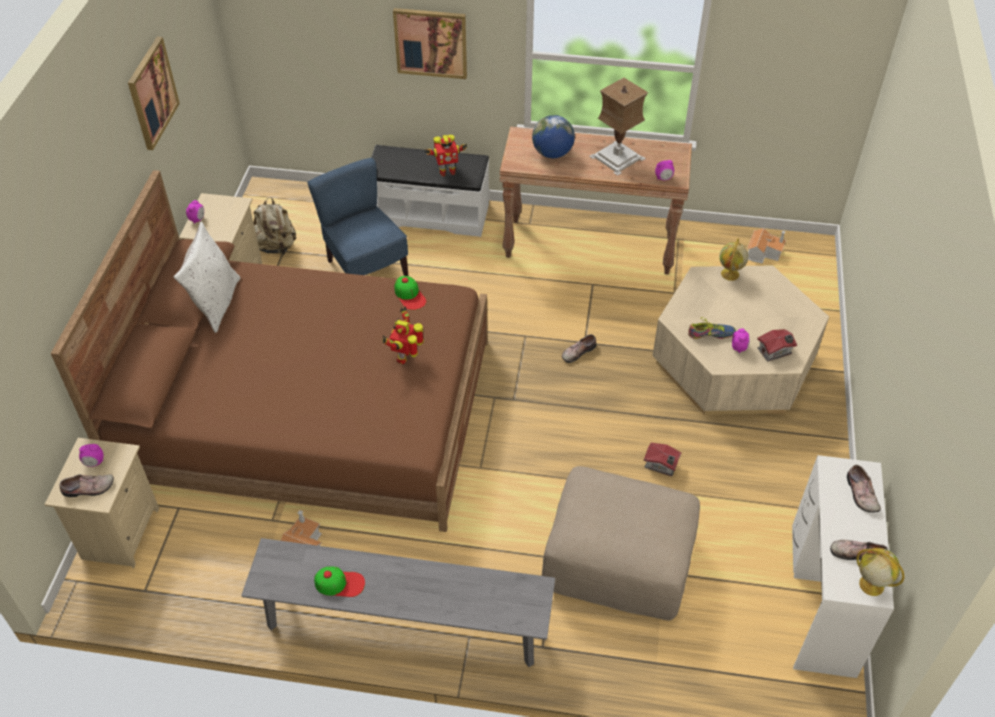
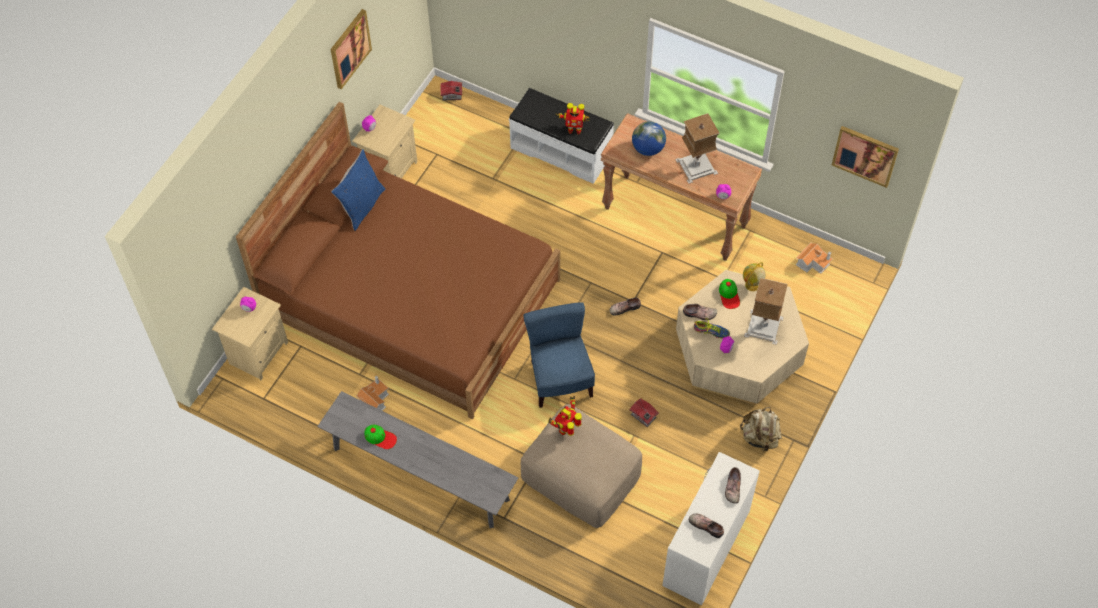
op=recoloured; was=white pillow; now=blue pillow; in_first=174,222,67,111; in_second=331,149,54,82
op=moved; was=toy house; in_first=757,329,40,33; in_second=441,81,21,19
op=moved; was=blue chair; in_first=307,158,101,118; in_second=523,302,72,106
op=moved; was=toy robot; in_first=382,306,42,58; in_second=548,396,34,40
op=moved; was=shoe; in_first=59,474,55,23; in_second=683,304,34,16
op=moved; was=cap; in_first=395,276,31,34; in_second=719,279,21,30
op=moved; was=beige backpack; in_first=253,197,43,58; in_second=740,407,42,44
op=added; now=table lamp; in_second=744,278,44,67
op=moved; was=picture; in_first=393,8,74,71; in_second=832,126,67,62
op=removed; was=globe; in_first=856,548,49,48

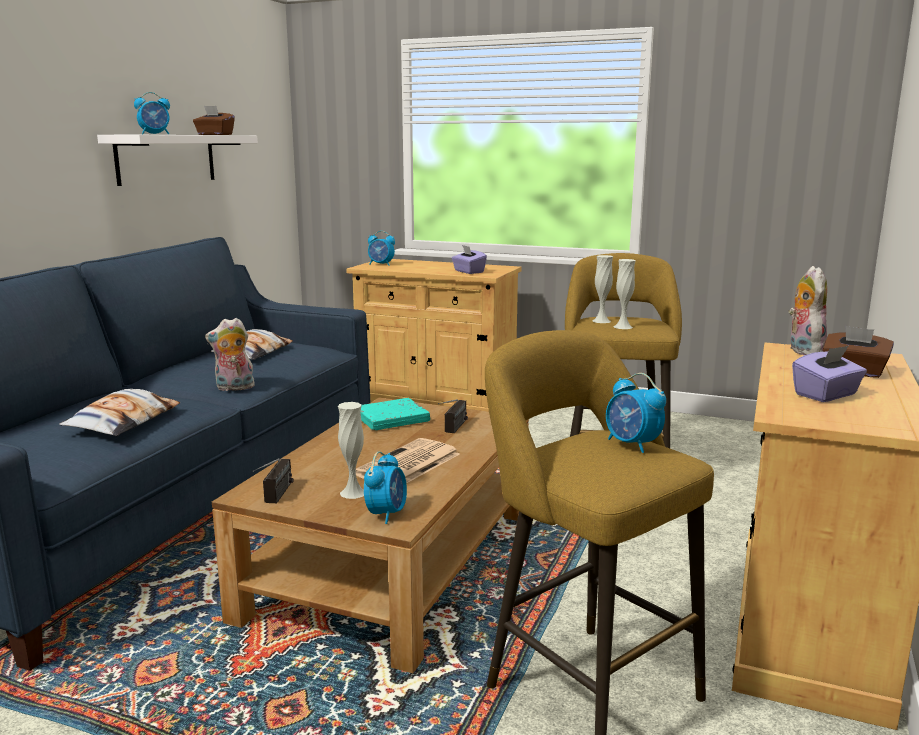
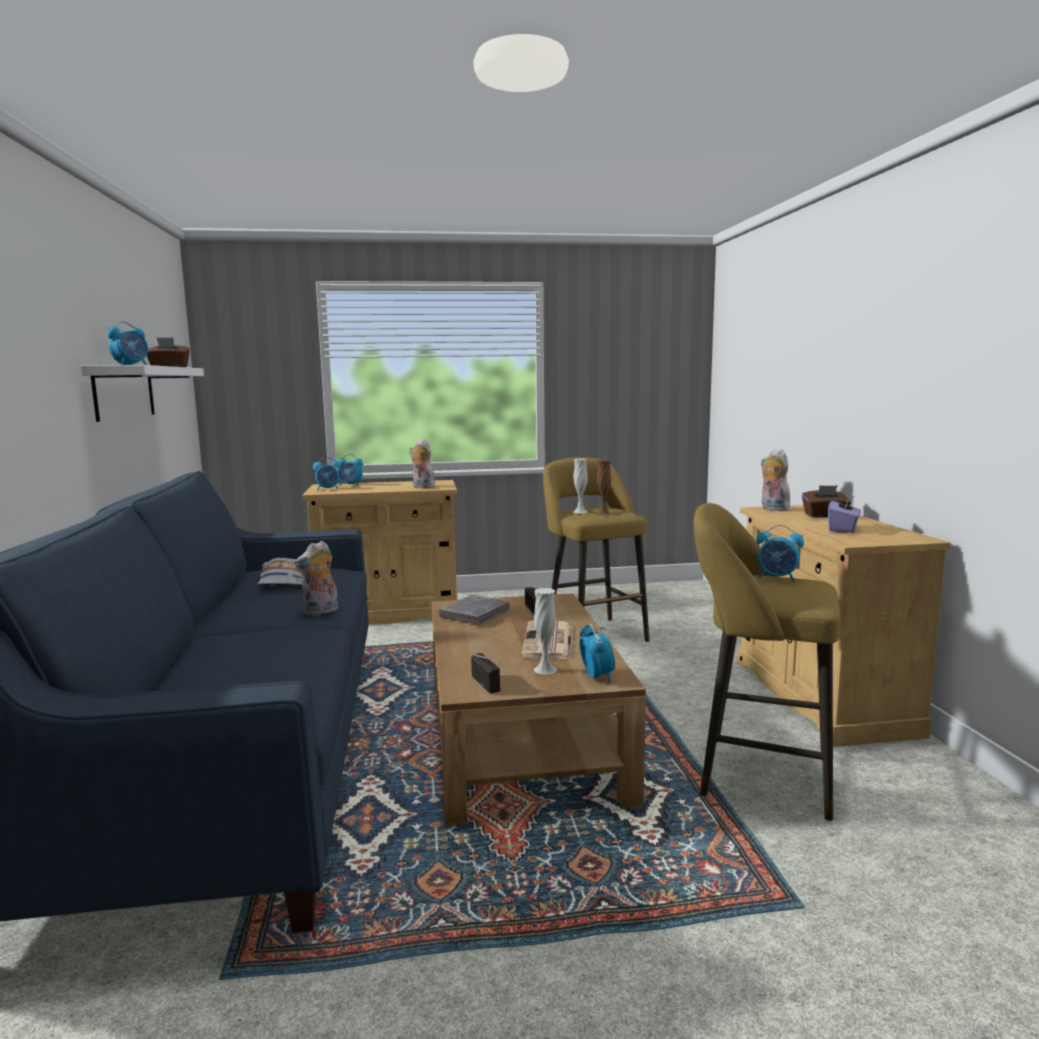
op=added; now=alarm clock; in_second=338,454,25,32
op=replaced; was=purple tissue box; now=plush toy; in_first=452,245,35,29; in_second=409,439,26,49
op=recoloured; was=turquoise book; now=grey book; in_first=361,398,69,32; in_second=439,595,71,29
op=recoloured; was=white vase; now=brown vase; in_first=613,259,23,70; in_second=596,460,15,55
op=removed; was=pillow; in_first=59,389,121,47

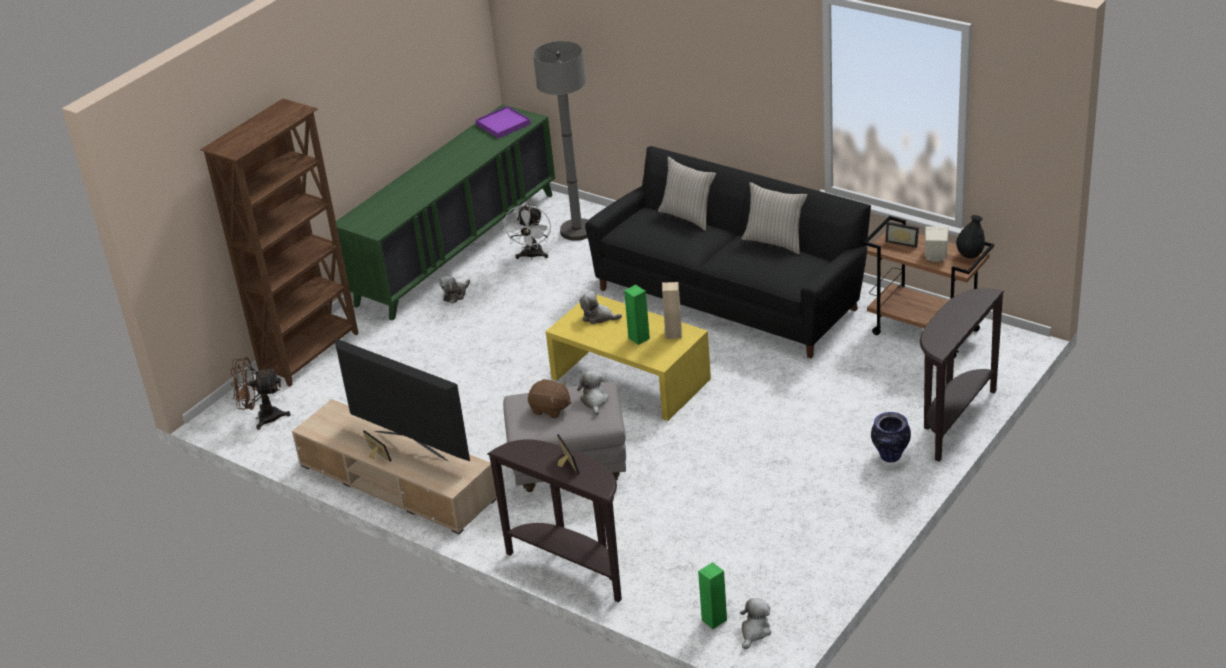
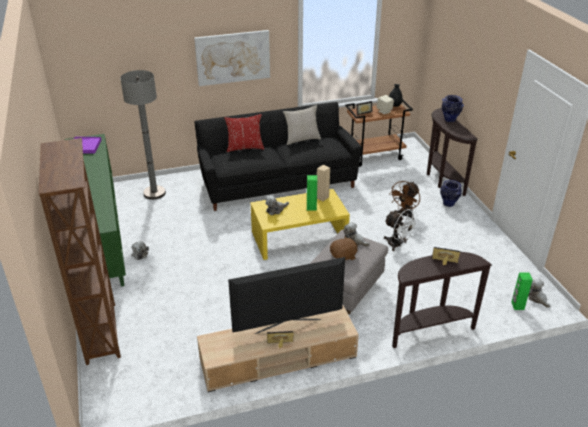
op=added; now=picture; in_second=194,30,76,56
op=recoloured; was=beige pillow; now=red pillow; in_first=658,156,58,75; in_second=224,114,40,38
op=moved; was=white fan; in_first=503,203,48,57; in_second=384,209,35,42
op=moved; was=brown fan; in_first=231,357,60,73; in_second=391,181,29,38
op=added; now=vase; in_second=442,95,22,27

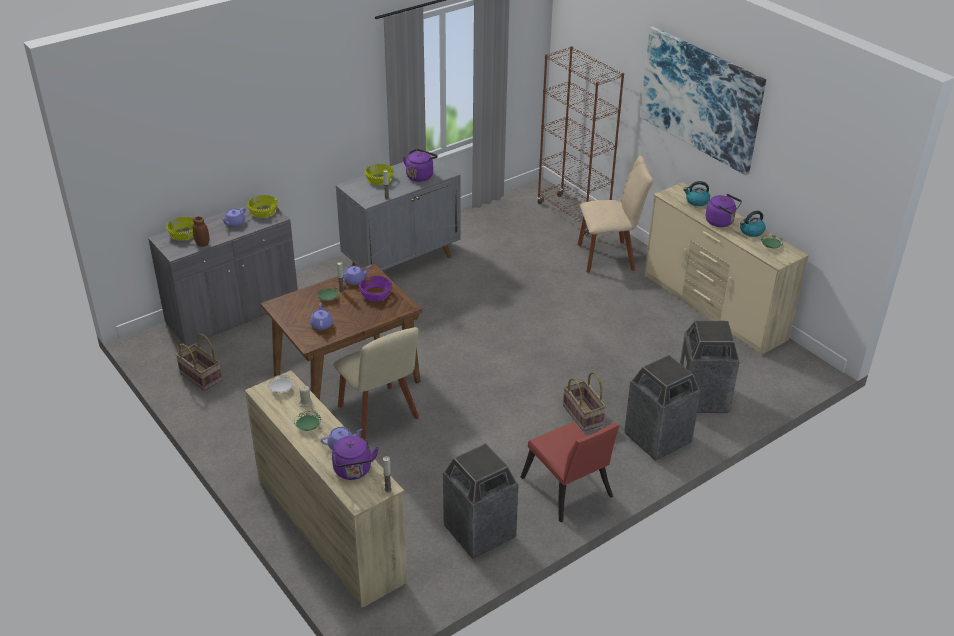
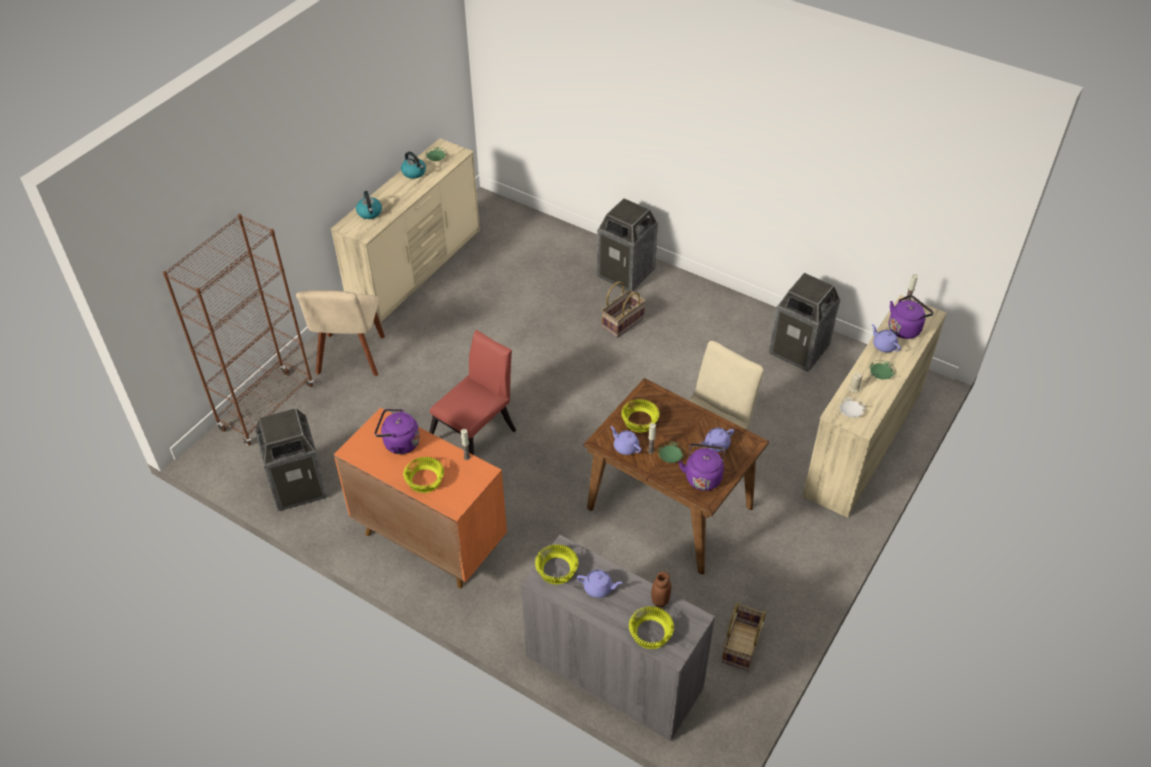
op=moved; was=trash can; in_first=680,321,60,92; in_second=254,408,74,103
op=turned; was=beige chair; in_first=578,156,75,117; in_second=296,290,89,86; clockwise=-150
op=recoloured; was=grey cabinet; now=orange cabinet; in_first=336,155,125,116; in_second=334,408,173,181
op=moved; was=red chair; in_first=521,422,99,100; in_second=429,330,87,125
op=recoloured; was=purple bowl; now=yellow bowl; in_first=359,276,33,25; in_second=621,399,39,33
op=moved; was=purple kettle; in_first=706,194,36,33; in_second=678,443,47,48
op=removed; was=picture; in_first=640,26,126,149

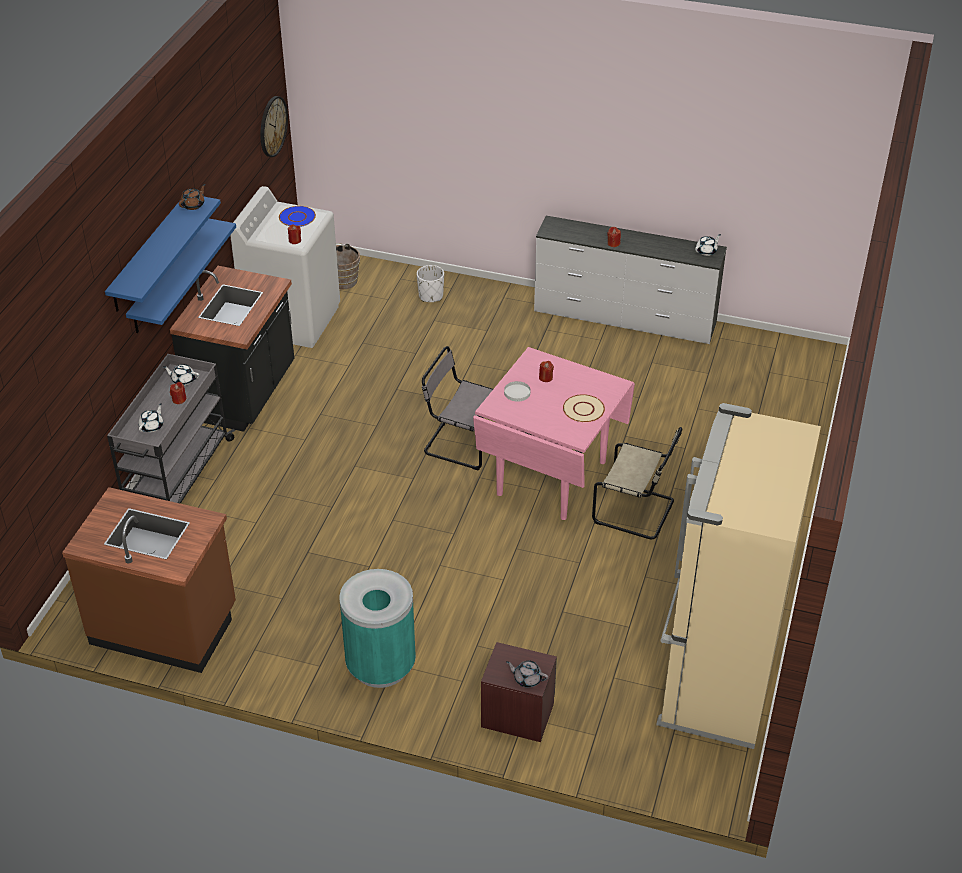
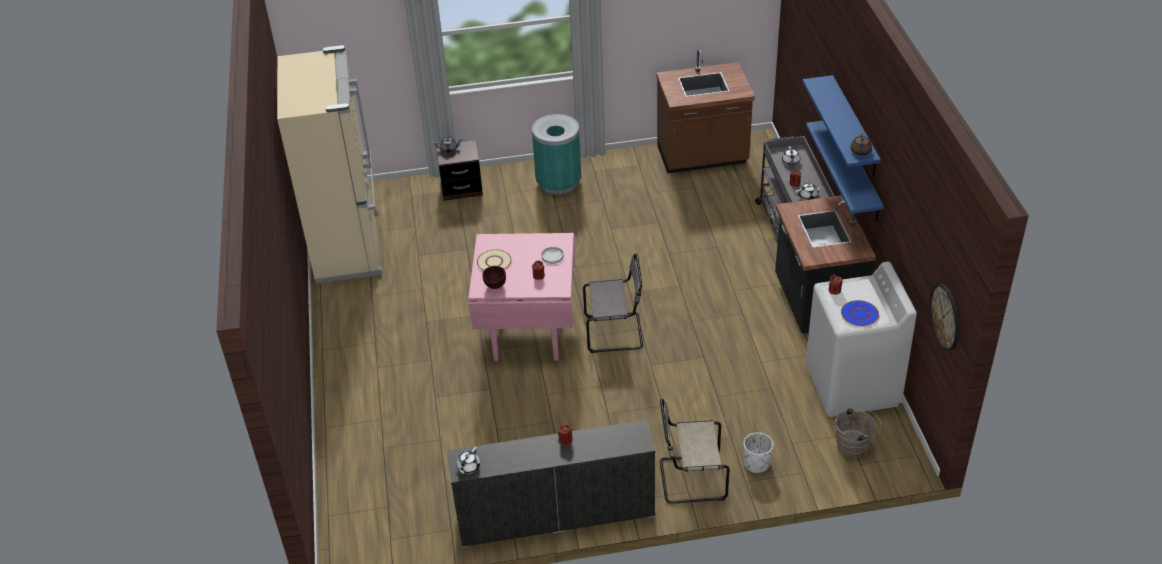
op=added; now=brown bowl; in_second=483,266,23,23
op=moved; was=beige chair; in_first=592,427,90,112; in_second=660,399,70,105

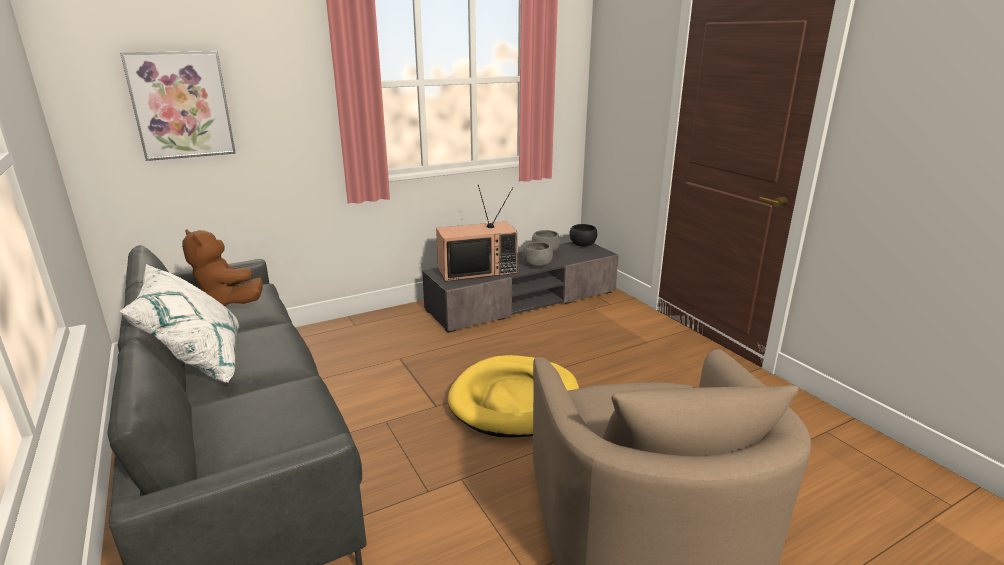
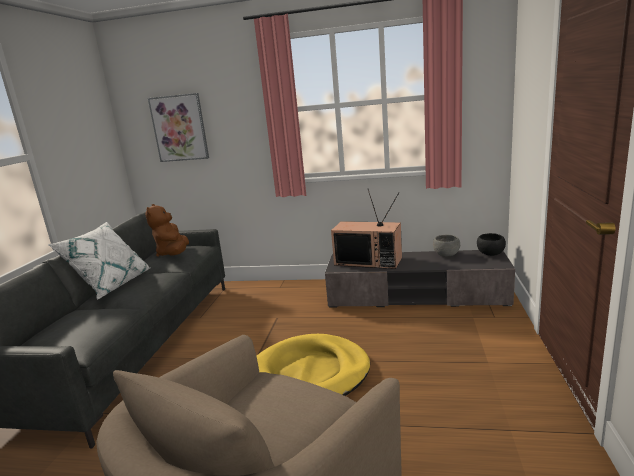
op=removed; was=grey bowl; in_first=522,242,31,25

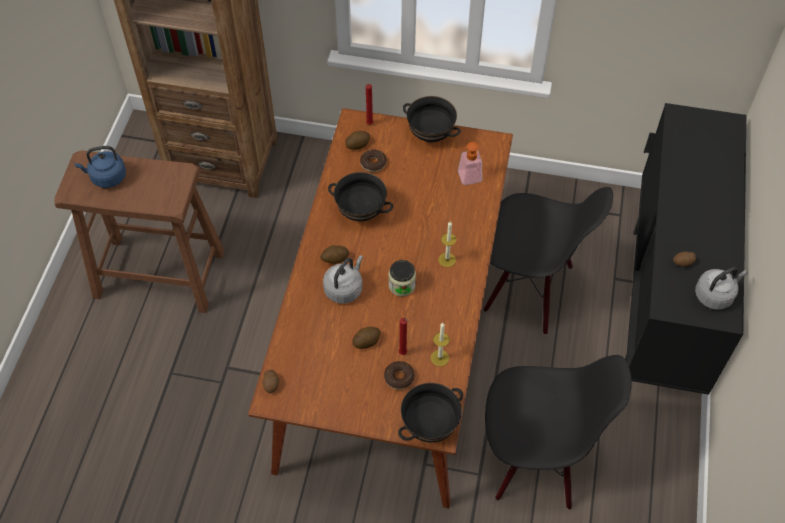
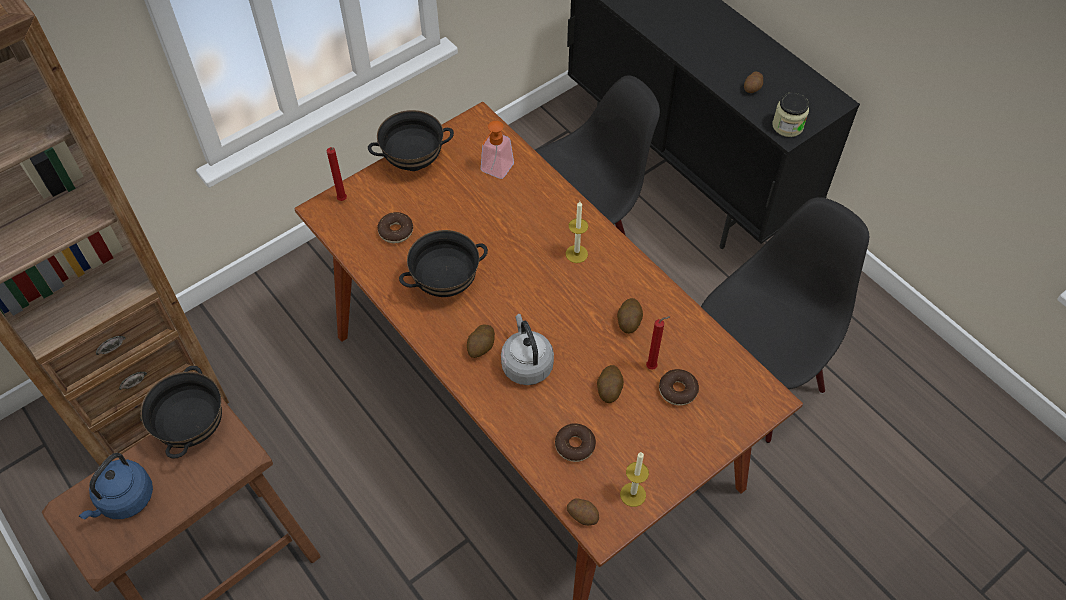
op=moved; was=black bowl; in_first=398,383,65,60; in_second=141,366,81,93
op=added; now=donut; in_second=555,423,41,39
op=moved; was=potato; in_first=345,131,25,19; in_second=617,298,26,36
op=moved; was=candle; in_first=431,323,19,43; in_second=620,452,29,55
op=moved; was=jar; in_first=389,260,27,36; in_second=772,92,37,45
op=removed; was=grey kettle; in_first=695,267,53,43

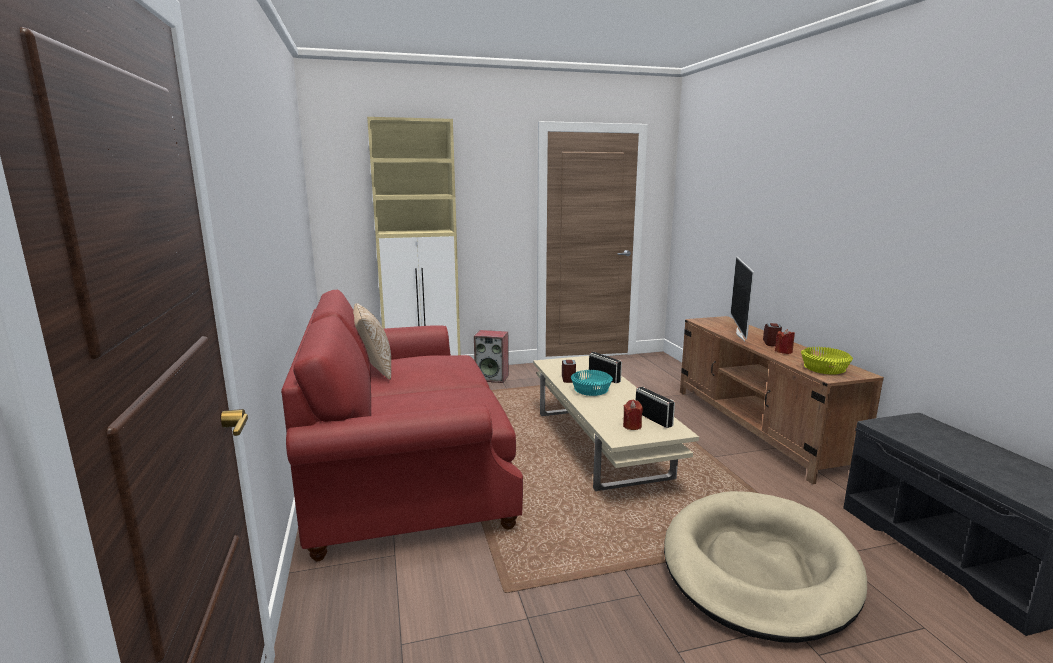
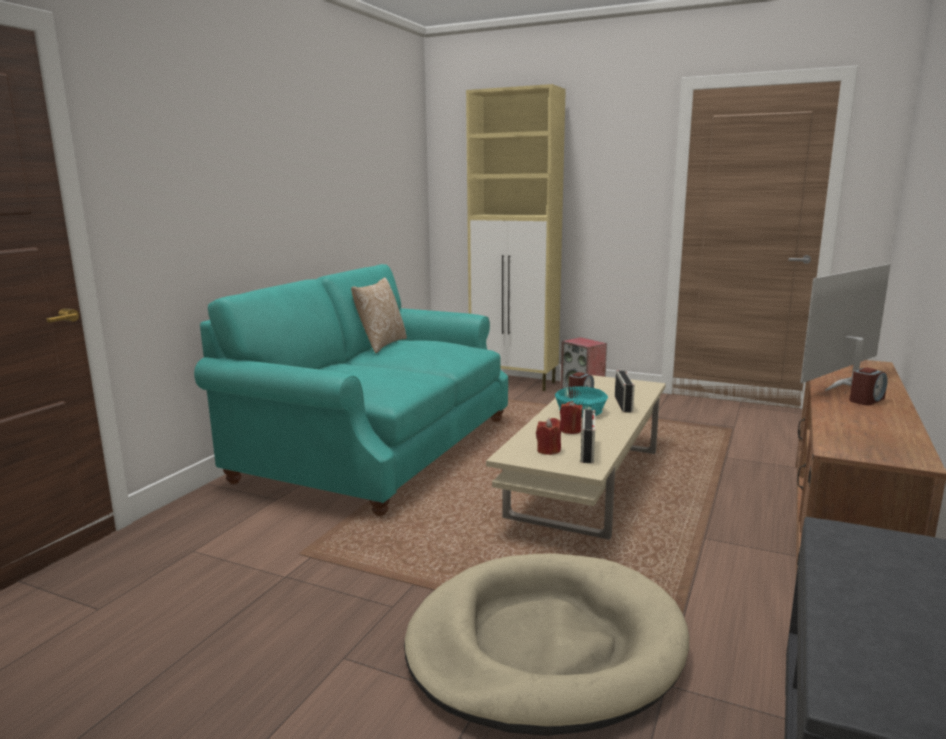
op=recoloured; was=red sofa; now=turquoise sofa; in_first=281,290,242,271; in_second=194,264,314,252
op=moved; was=red candle; in_first=775,329,20,25; in_second=560,401,22,33
op=removed; was=yellow bowl; in_first=801,347,52,27

